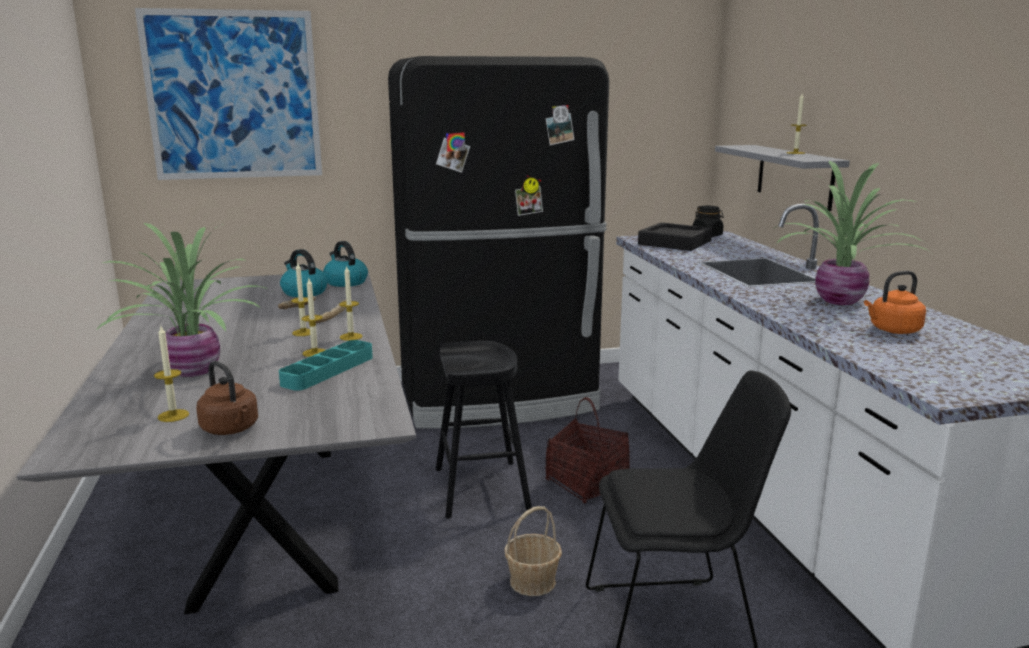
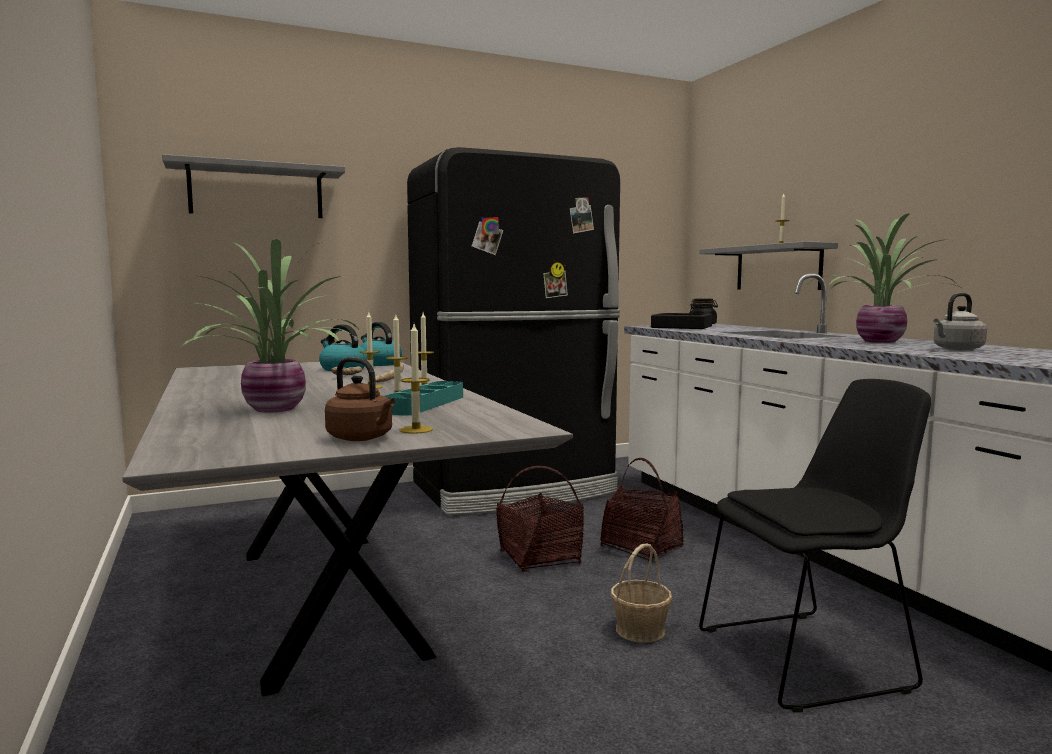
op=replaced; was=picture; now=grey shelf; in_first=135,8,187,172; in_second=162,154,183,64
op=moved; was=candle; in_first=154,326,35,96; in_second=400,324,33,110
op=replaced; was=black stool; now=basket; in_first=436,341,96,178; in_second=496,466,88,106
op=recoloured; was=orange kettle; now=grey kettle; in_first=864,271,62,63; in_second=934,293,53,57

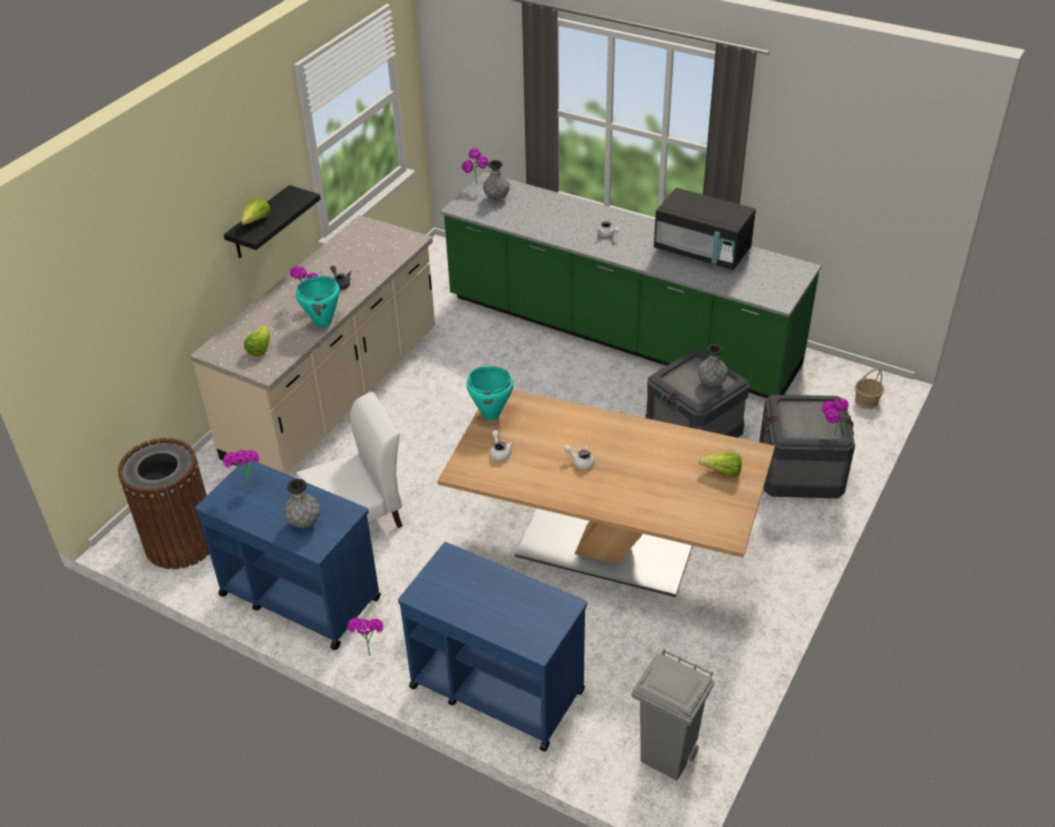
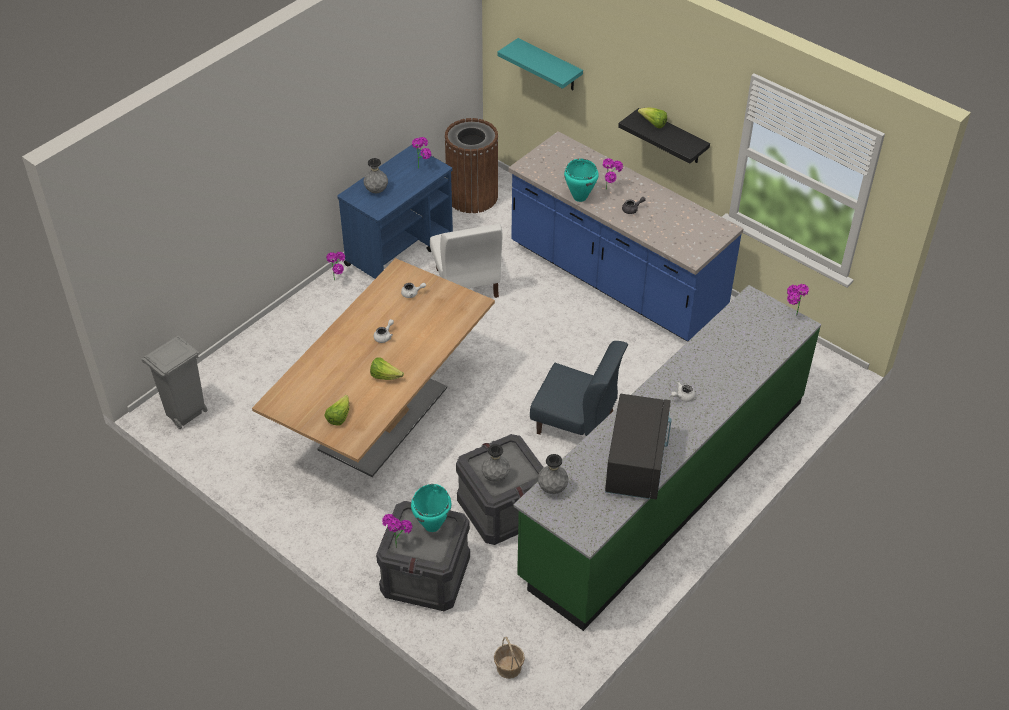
op=moved; was=lettuce; in_first=244,325,26,31; in_second=370,357,34,23
op=moved; was=turquoise cooking pot; in_first=466,366,47,54; in_second=411,484,40,48
op=added; now=turquoise shelf; in_second=497,38,86,52
op=recoloured; was=beige counter; now=blue counter; in_first=190,215,245,259; in_second=509,131,234,211
op=added; now=blue chair; in_second=530,341,98,95
op=moved; was=grey vase; in_first=483,160,27,41; in_second=538,454,30,40
op=turned; was=black microwave; in_first=654,188,102,82; in_second=605,394,67,105; clockwise=150
op=removed; was=blue cart; in_first=398,542,189,210

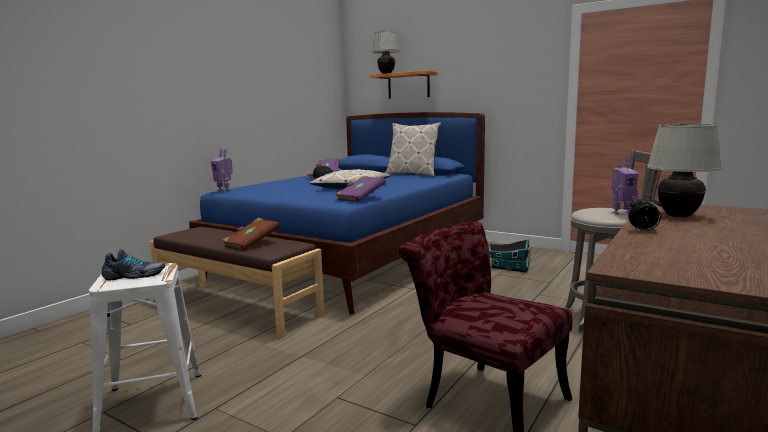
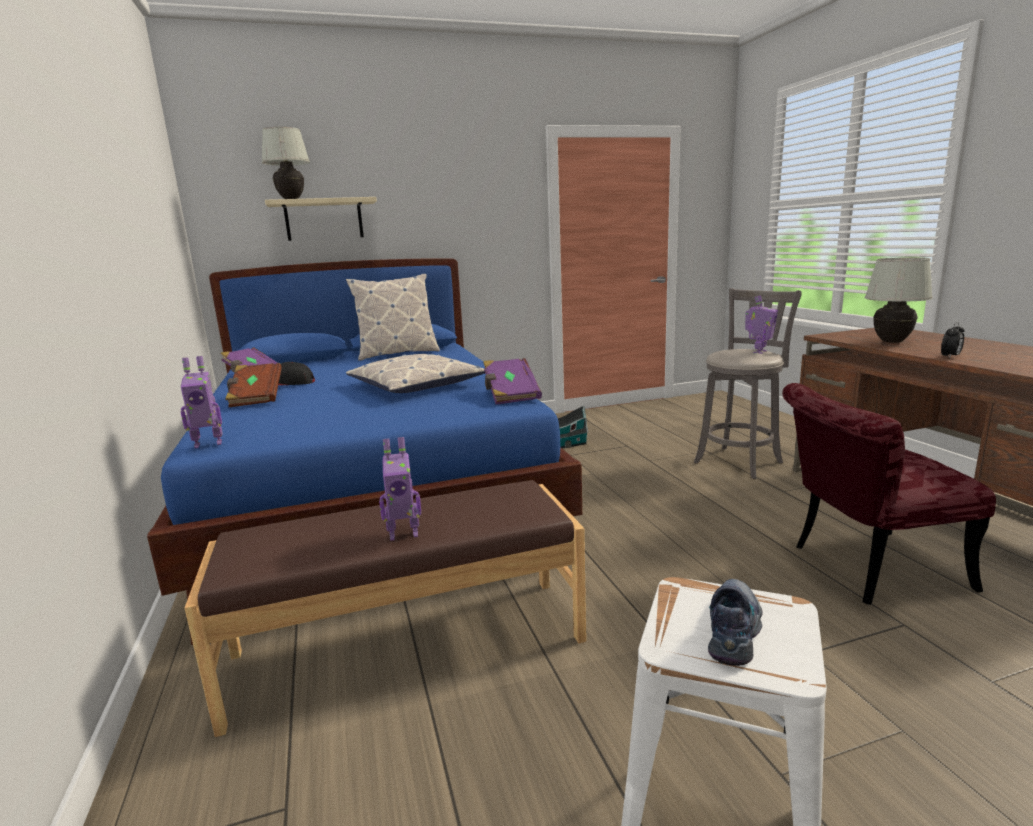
op=moved; was=brown book; in_first=222,218,58,32; in_second=225,363,57,44
op=recoloured; was=orange shelf; now=beige shelf; in_first=369,70,69,29; in_second=265,197,112,44
op=added; now=toy robot; in_second=379,437,42,104

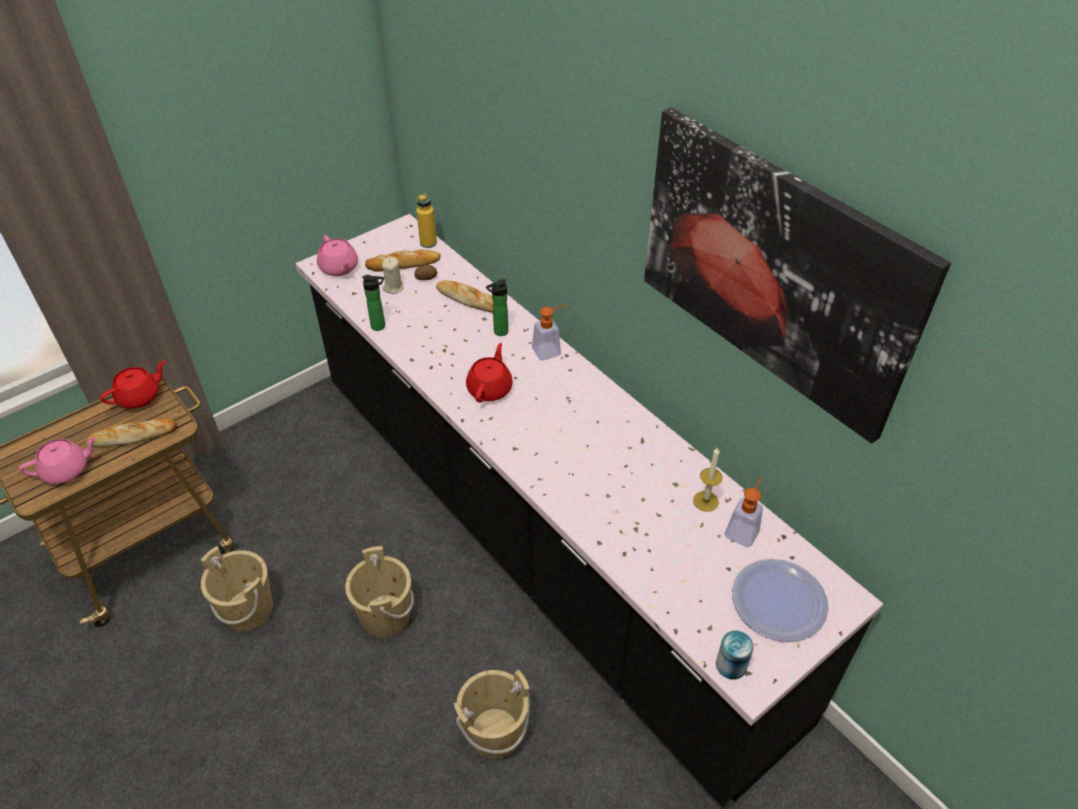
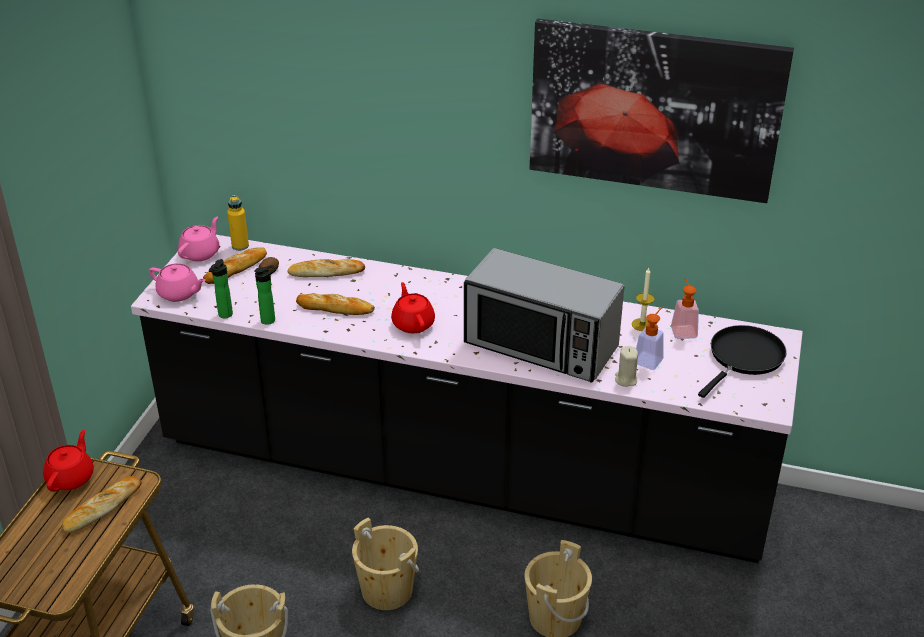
op=moved; was=pink teapot; in_first=19,437,79,47; in_second=178,217,41,44
op=moved; was=bottle; in_first=486,279,22,57; in_second=209,259,24,59
op=added; now=bread; in_second=296,293,79,22
op=added; now=microwave; in_second=464,248,160,134
op=moved; was=beige candle; in_first=382,257,22,37; in_second=615,346,23,41
op=moved; was=soap dispenser; in_first=532,305,36,56; in_second=636,306,28,64
op=replaced; was=plate; now=black frying pan; in_first=732,559,97,83; in_second=698,325,89,73
op=removed; was=can; in_first=716,631,38,49

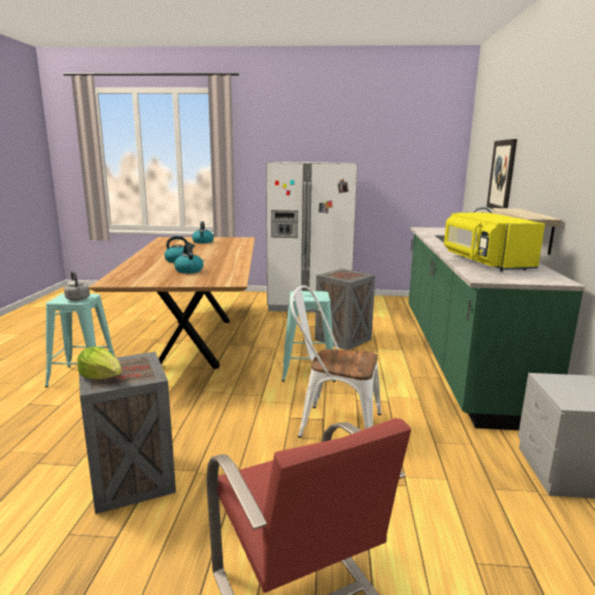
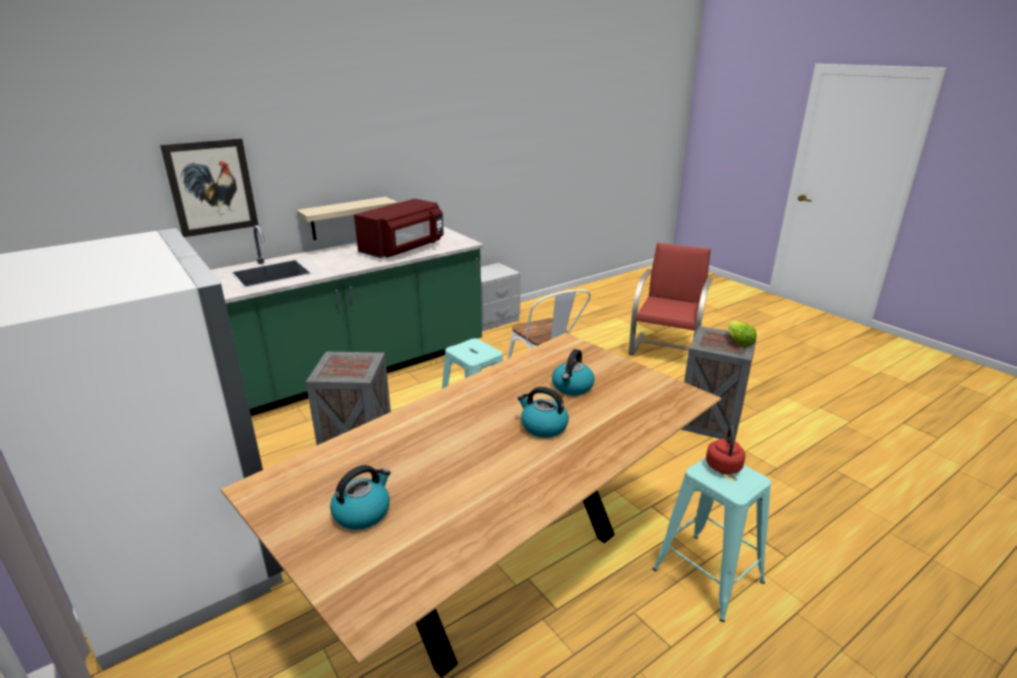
op=recoloured; was=yellow microwave; now=red microwave; in_first=444,212,101,59; in_second=354,199,90,59
op=recoloured; was=grey kettle; now=red kettle; in_first=64,271,26,30; in_second=706,426,39,48

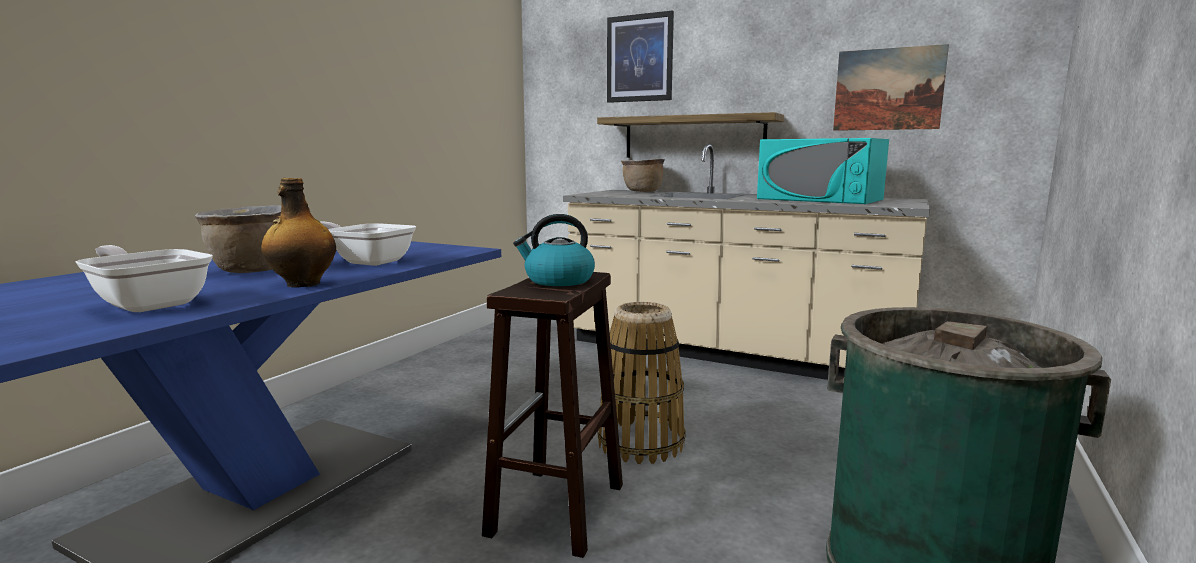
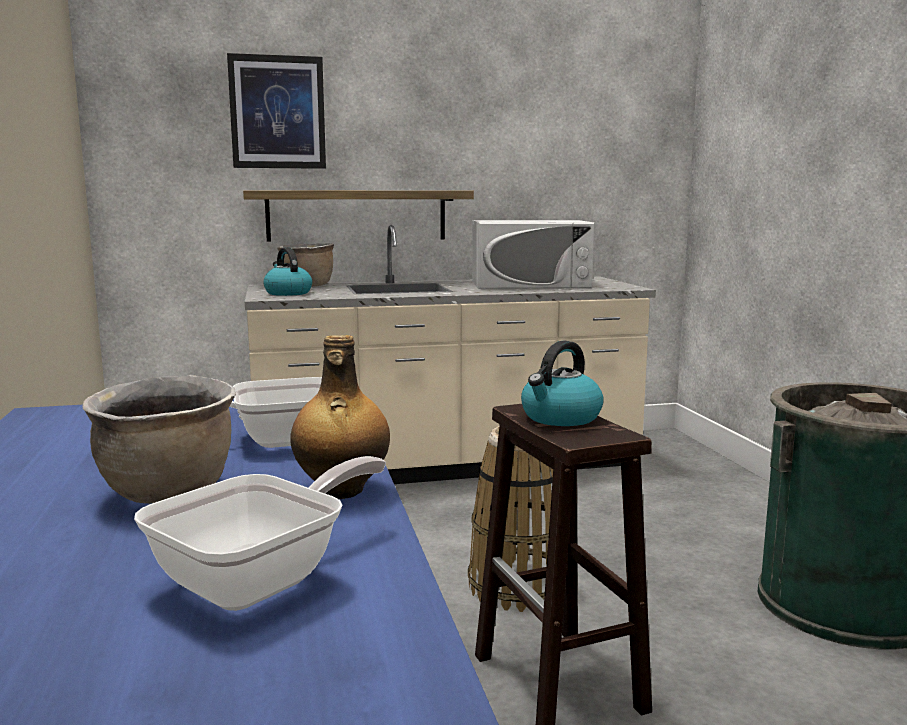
op=turned; was=frying pan; in_first=76,245,137,67; in_second=134,456,252,155; clockwise=135
op=added; now=kettle; in_second=263,247,49,49
op=recoloured; was=turquoise microwave; now=white microwave; in_first=757,138,132,66; in_second=472,220,123,69
op=removed; was=picture; in_first=833,44,116,87

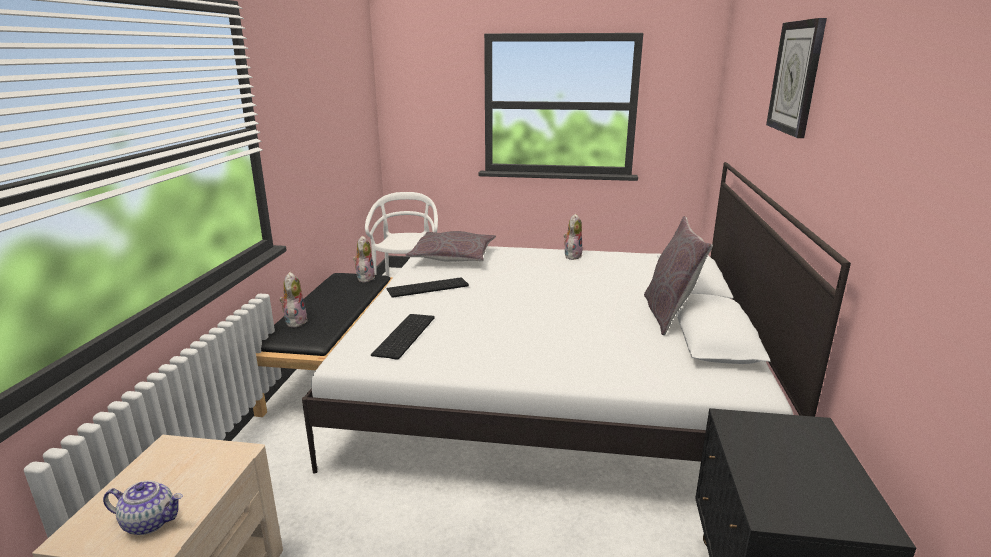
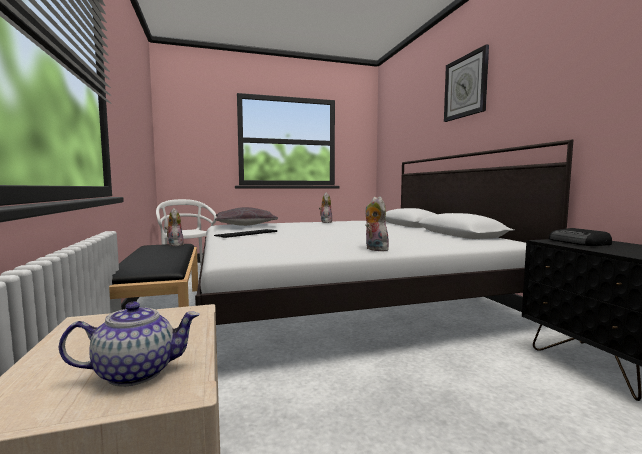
op=moved; was=plush toy; in_first=279,272,28,56; in_second=366,197,25,54
op=added; now=radio; in_second=549,228,63,18
op=removed; was=keyboard; in_first=371,314,64,46
op=removed; was=grey pillow; in_first=644,216,69,119

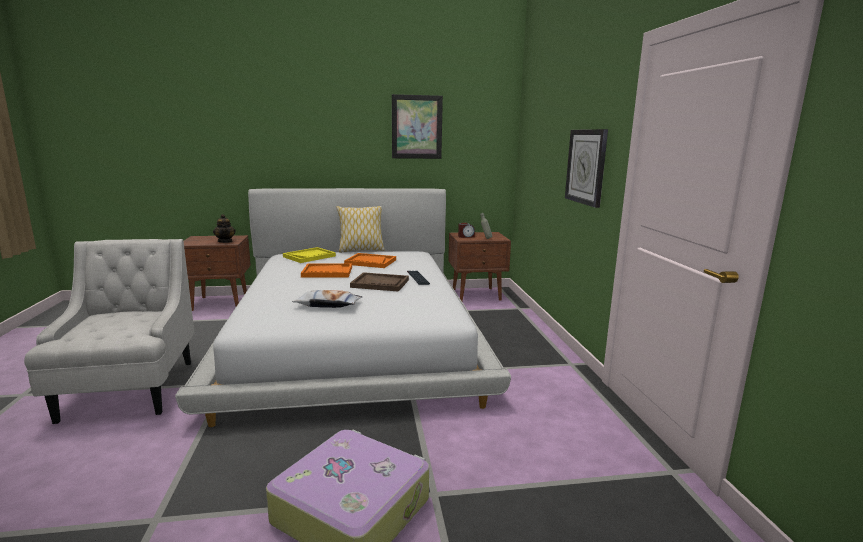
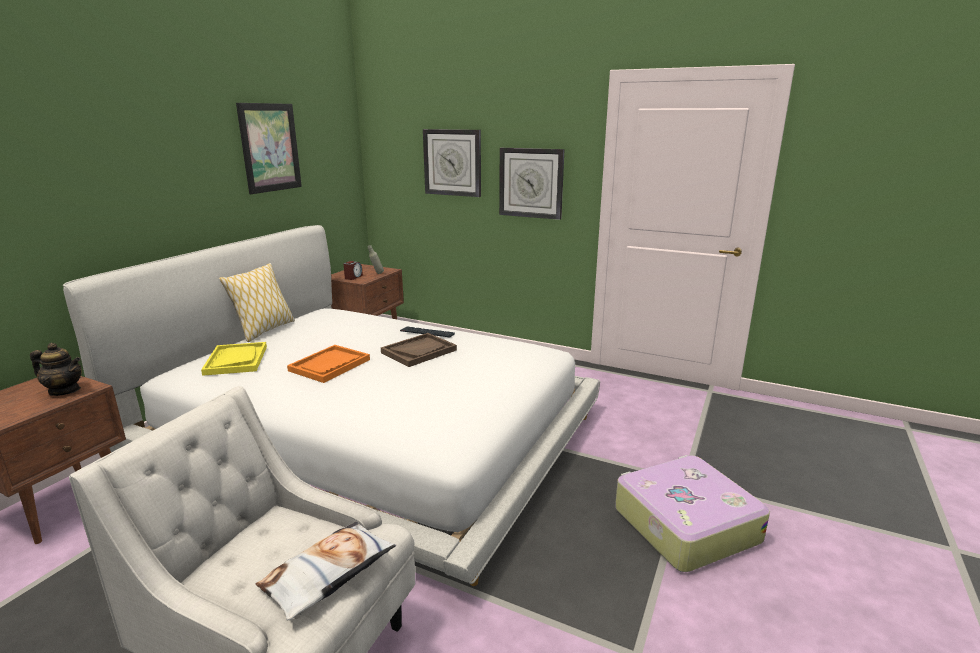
op=moved; was=pillow; in_first=292,290,70,18; in_second=255,522,141,98
op=added; now=wall clock; in_second=423,129,58,68
op=removed; was=orange tray; in_first=344,253,52,15

